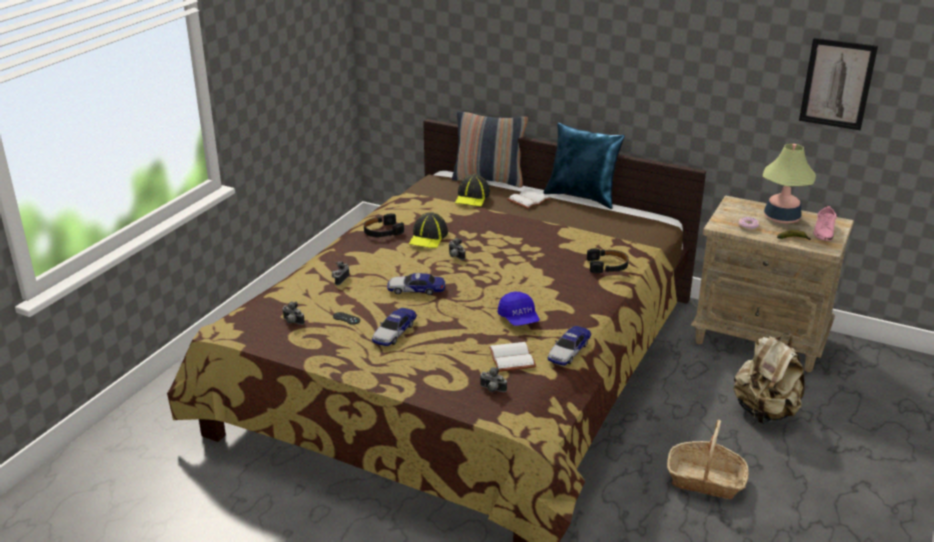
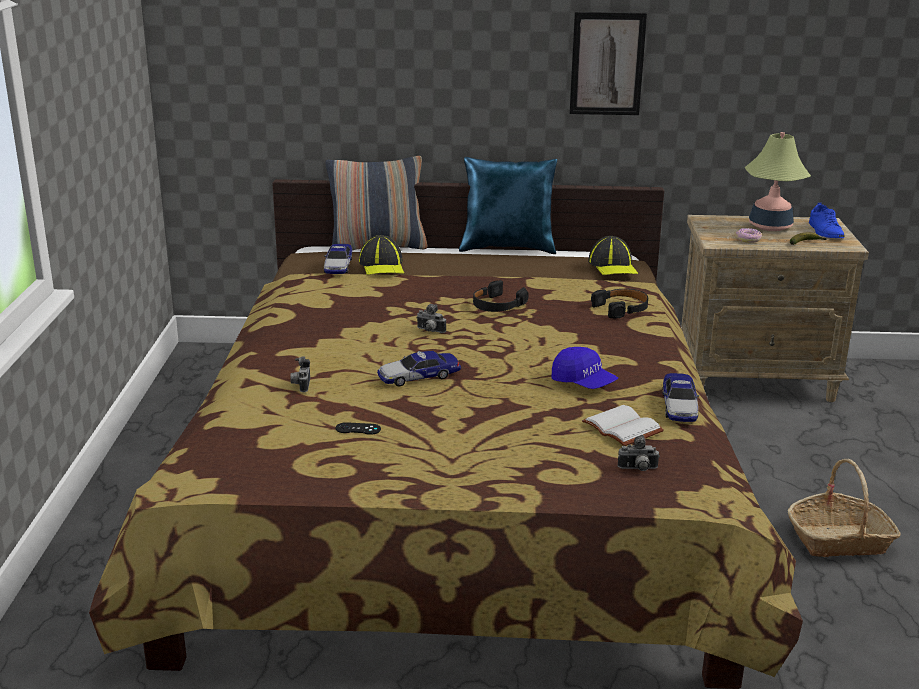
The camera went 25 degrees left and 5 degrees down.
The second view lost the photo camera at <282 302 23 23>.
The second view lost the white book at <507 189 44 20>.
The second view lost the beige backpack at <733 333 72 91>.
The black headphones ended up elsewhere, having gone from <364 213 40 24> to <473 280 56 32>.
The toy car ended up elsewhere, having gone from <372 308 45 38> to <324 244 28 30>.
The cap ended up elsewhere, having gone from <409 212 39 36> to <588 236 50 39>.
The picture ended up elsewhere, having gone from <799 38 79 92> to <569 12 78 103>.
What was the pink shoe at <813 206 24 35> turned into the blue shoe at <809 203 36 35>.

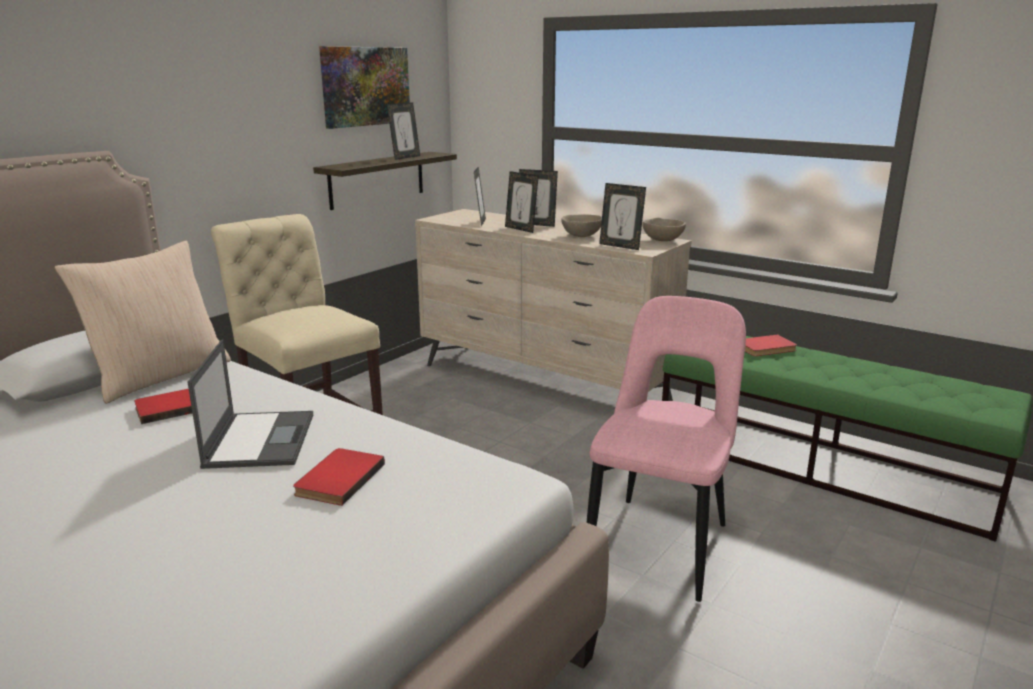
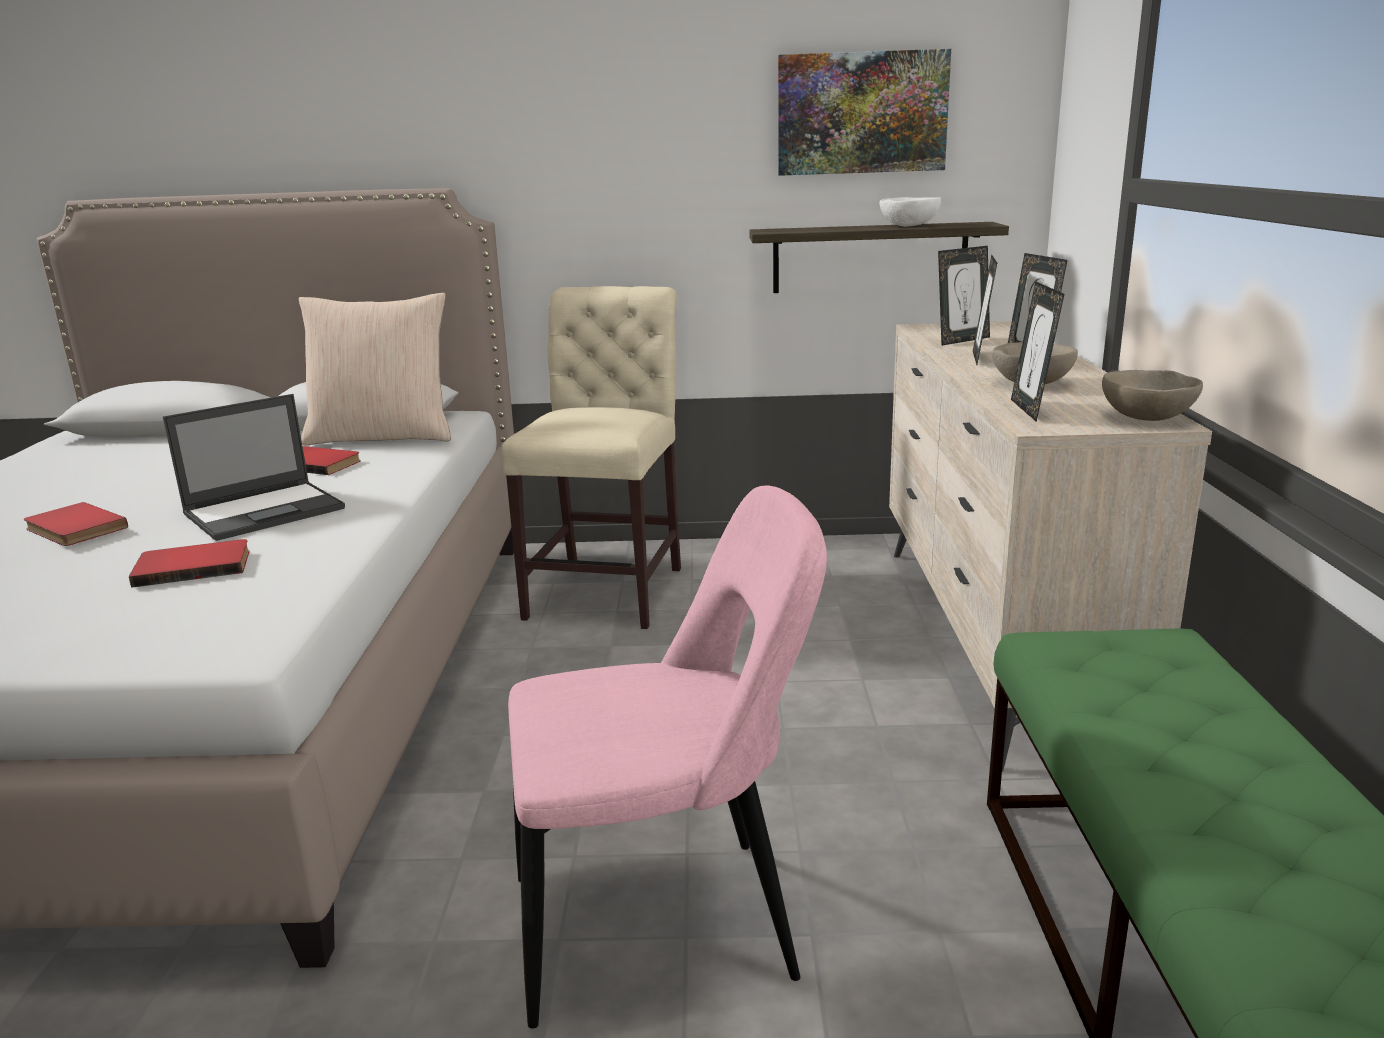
The camera went 55 degrees right and 0 degrees up.
The red book ended up elsewhere, having gone from <745 335 52 21> to <24 502 104 44>.
Where the picture frame stood at <387 102 33 58>, the white bowl came to stand at <880 197 61 30>.

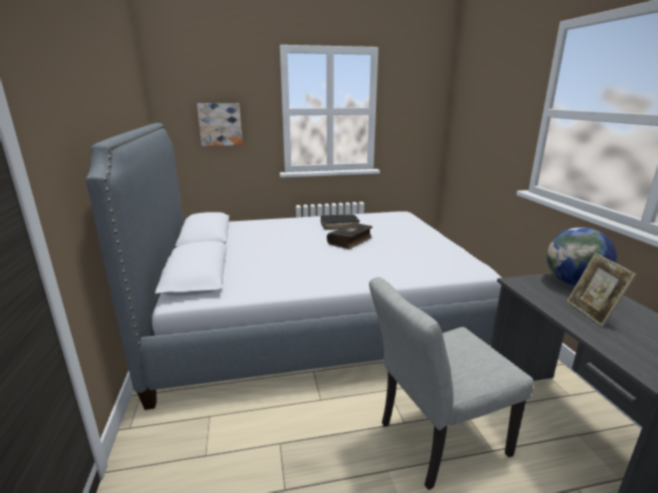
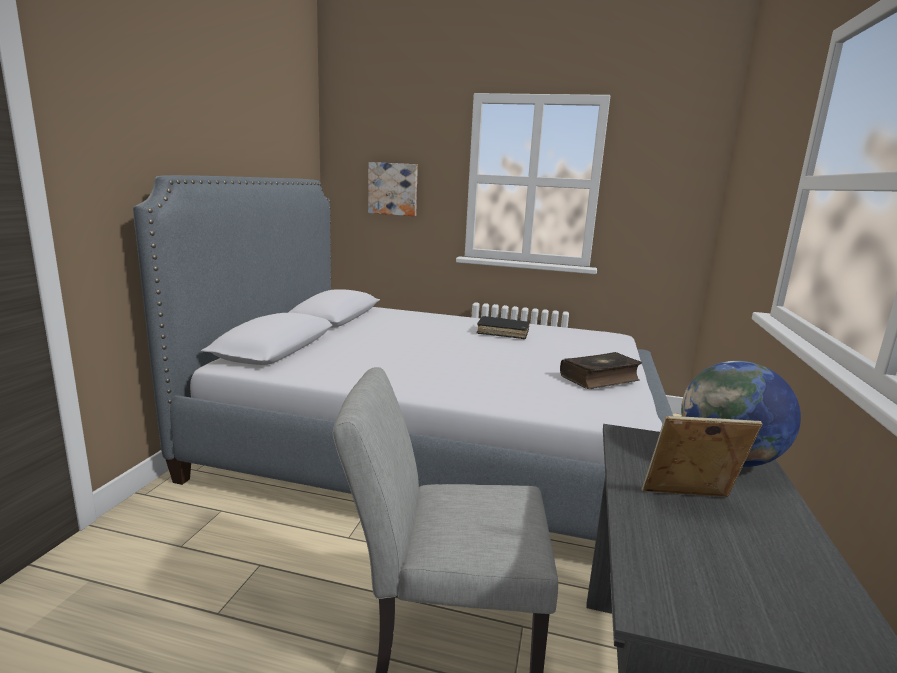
The camera went 25 degrees right and 5 degrees down.
The book ended up elsewhere, having gone from <327 223 46 26> to <560 352 82 37>.
The picture frame at <567 253 70 74> ended up facing another way, 75 degrees clockwise from before.

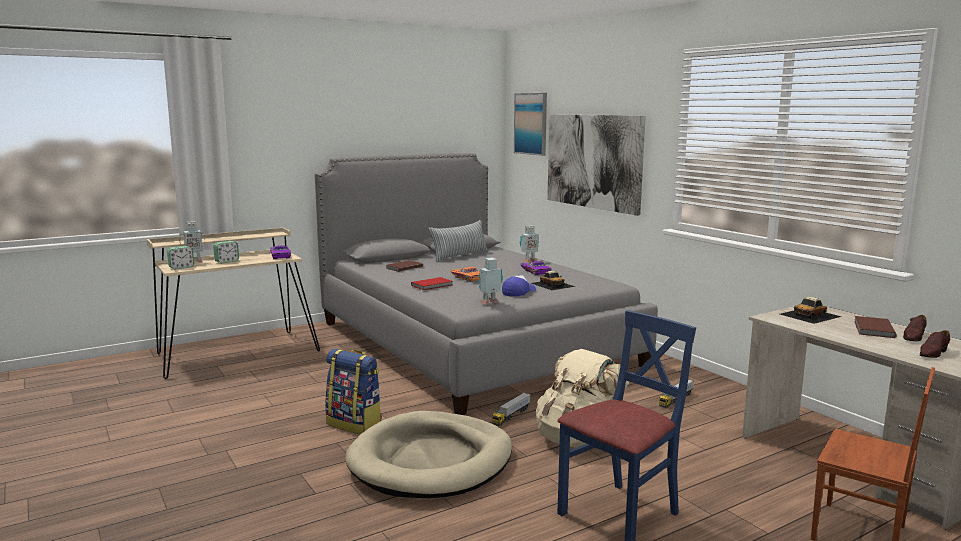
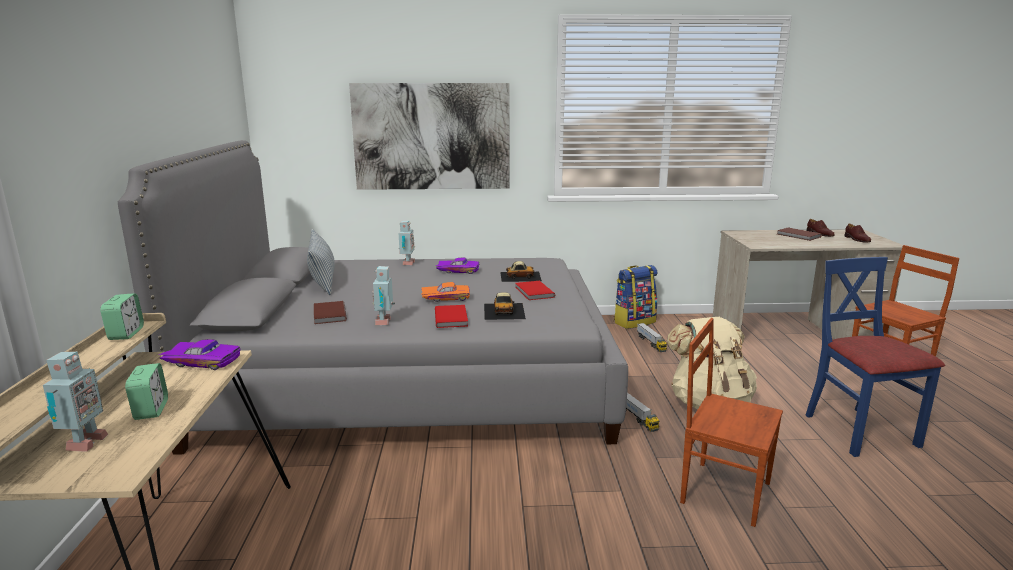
The camera went 60 degrees left and 5 degrees up.
The second view lost the picture at <514 93 33 63>.
The alarm clock ended up elsewhere, having gone from <167 246 27 23> to <100 293 44 47>.
The backpack ended up elsewhere, having gone from <325 349 57 85> to <614 265 43 64>.
The toy robot ended up elsewhere, having gone from <479 257 24 48> to <372 266 23 59>.
The toy car ended up elsewhere, having gone from <780 297 62 27> to <484 292 42 28>.
Where the beige dog bed stood at <345 411 167 87>, the brown chair came to stand at <680 318 103 209>.
Where the cap stood at <502 275 34 22>, the red book came to stand at <515 281 40 19>.

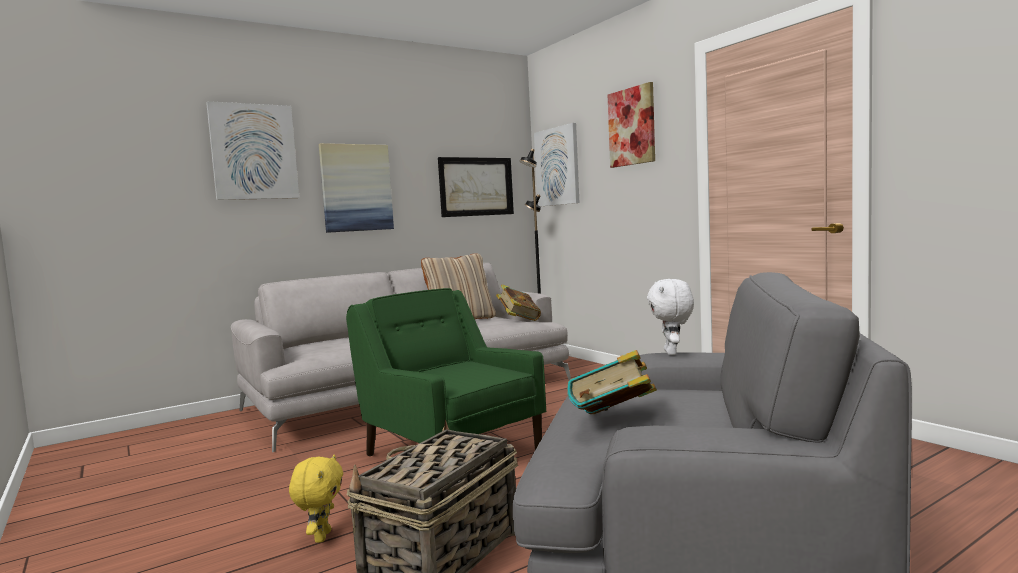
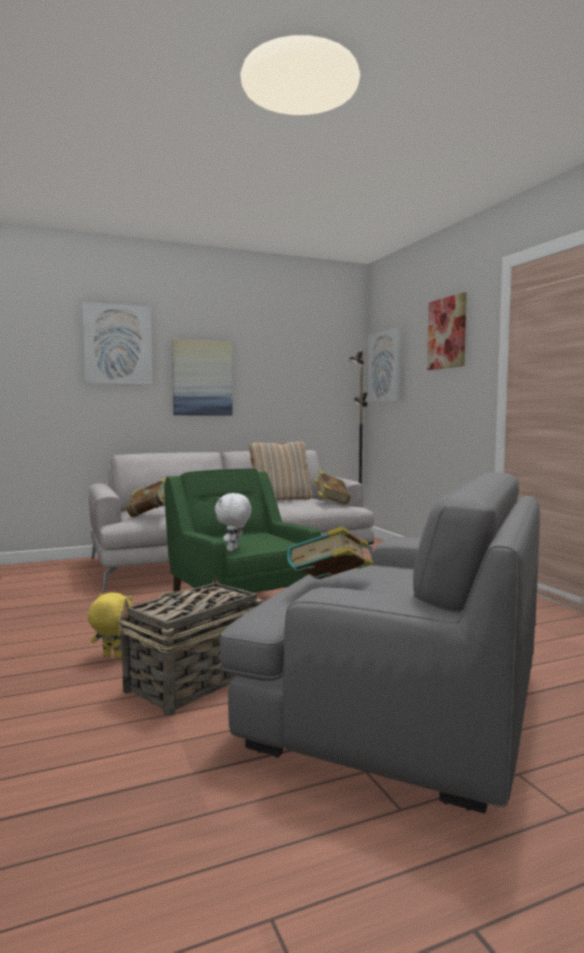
The camera went 10 degrees right and 0 degrees up.
The second view lost the picture at <438 157 76 60>.
The second view gained the book at <126 478 40 39>.
The white plush toy ended up elsewhere, having gone from <647 279 47 76> to <215 493 36 58>.
The yellow plush toy at <289 454 54 89> ended up facing another way, 90 degrees counterclockwise from before.

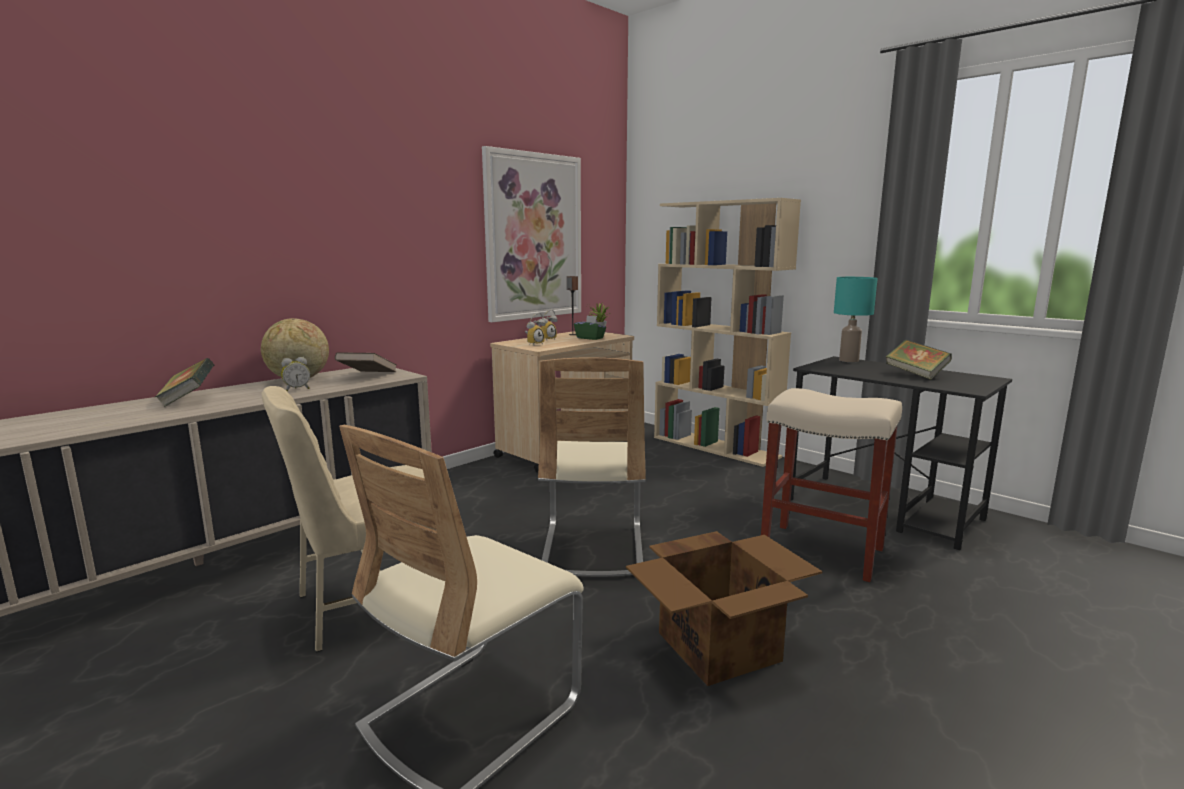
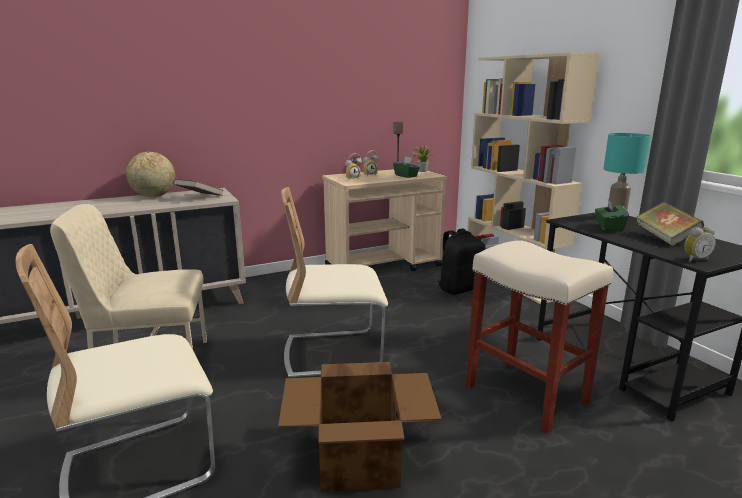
The camera went 20 degrees right and 5 degrees up.
The second view lost the book at <155 358 59 49>.
The second view lost the picture at <482 146 99 176>.
The second view gained the black backpack at <438 228 48 67>.
The second view gained the green tissue box at <595 200 34 31>.
The alarm clock ended up elsewhere, having gone from <281 357 29 34> to <684 227 32 35>.
The beige chair at <538 357 108 220> ended up facing another way, 60 degrees clockwise from before.

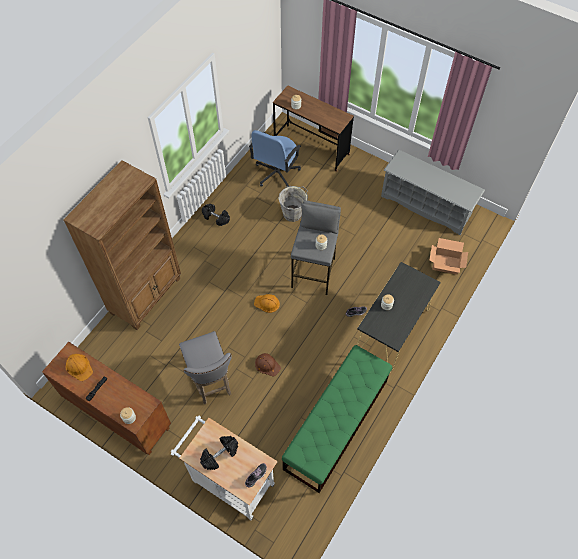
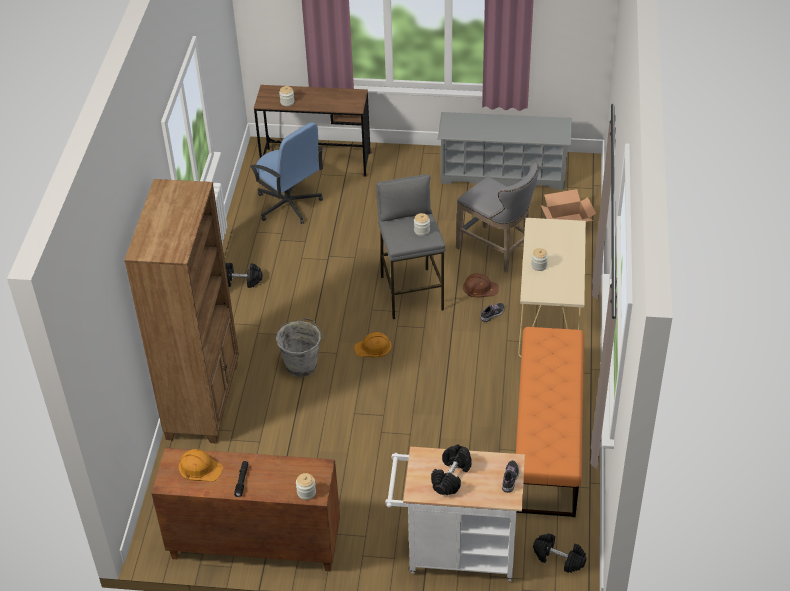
The camera went 25 degrees left and 15 degrees down.
The second view gained the black dumbbell at <533 533 54 40>.
The grey stool ended up elsewhere, having gone from <179 331 53 73> to <456 162 82 111>.
The brown hard hat ended up elsewhere, having gone from <255 353 26 24> to <463 273 36 24>.
The grey bucket ended up elsewhere, having gone from <278 186 30 36> to <276 317 48 60>.
What was the green bench at <282 345 110 148> turned into the orange bench at <516 327 68 190>.
What was the black console table at <357 262 84 111> turned into the beige console table at <518 218 68 139>.
The blue office chair at <249 130 52 57> ended up facing another way, 45 degrees counterclockwise from before.

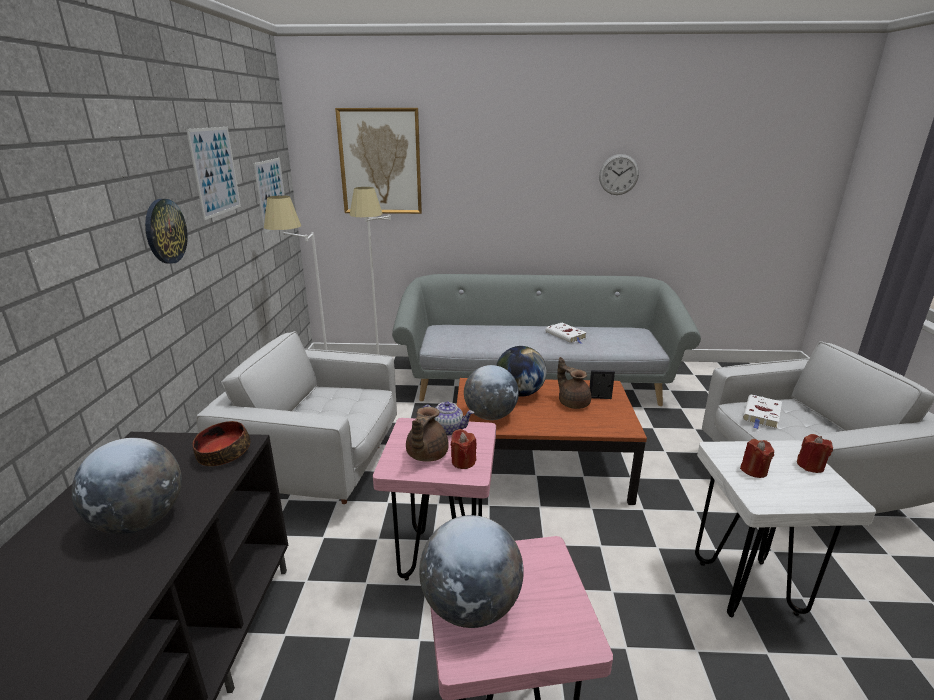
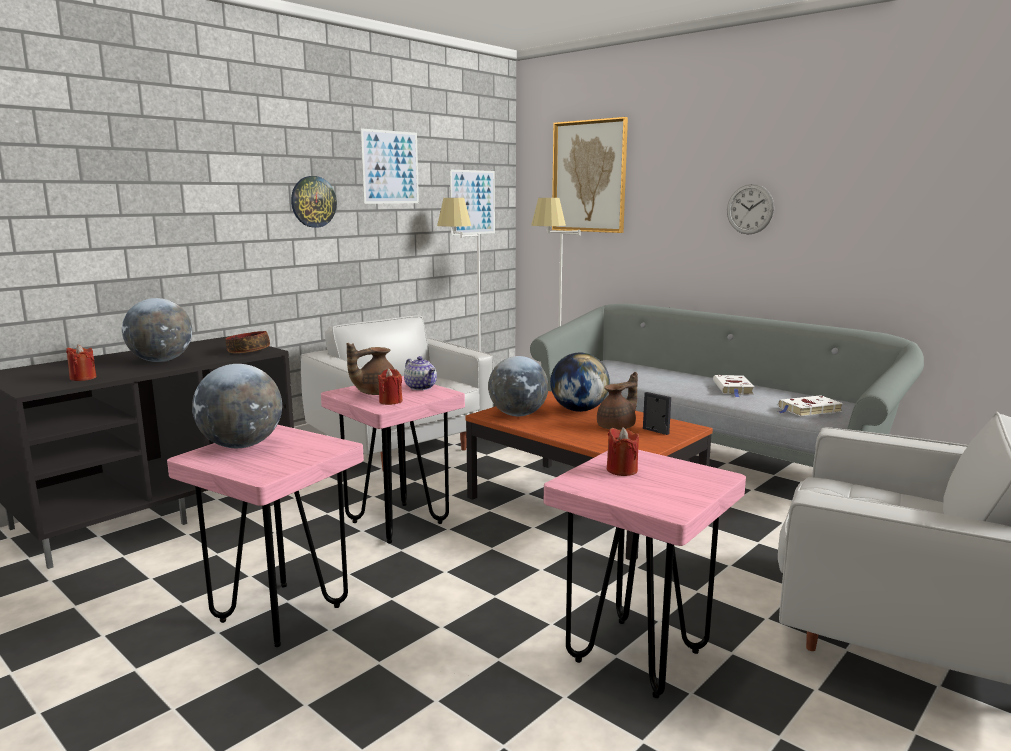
The camera went 40 degrees right and 10 degrees down.
The wall clock ended up elsewhere, having gone from <599 154 40 41> to <727 184 47 50>.
The white book ended up elsewhere, having gone from <743 395 39 34> to <778 395 66 21>.
The red candle ended up elsewhere, having gone from <797 434 36 39> to <66 345 30 36>.
What was the white stool at <695 440 181 177> turned into the pink stool at <544 450 202 248>.
The brown teapot at <557 357 34 52> ended up facing another way, 45 degrees clockwise from before.

